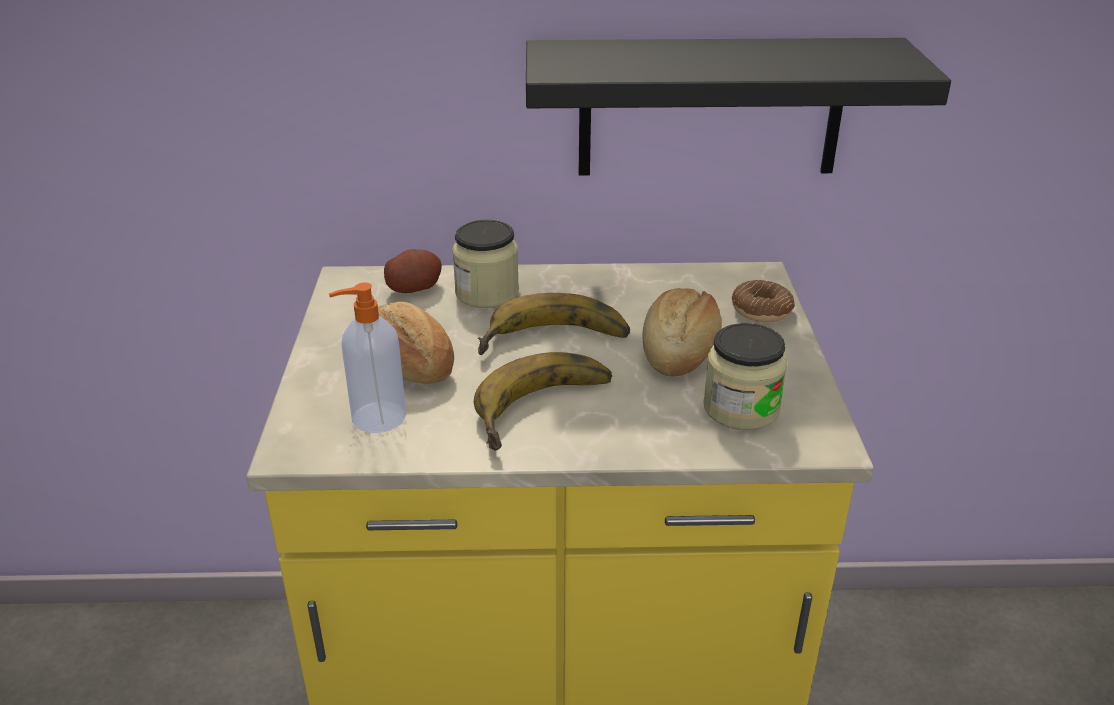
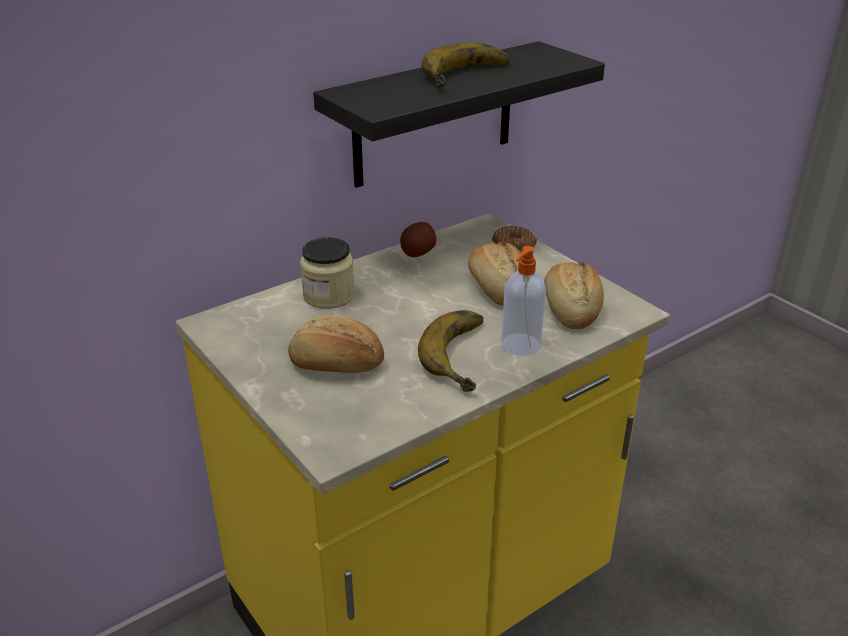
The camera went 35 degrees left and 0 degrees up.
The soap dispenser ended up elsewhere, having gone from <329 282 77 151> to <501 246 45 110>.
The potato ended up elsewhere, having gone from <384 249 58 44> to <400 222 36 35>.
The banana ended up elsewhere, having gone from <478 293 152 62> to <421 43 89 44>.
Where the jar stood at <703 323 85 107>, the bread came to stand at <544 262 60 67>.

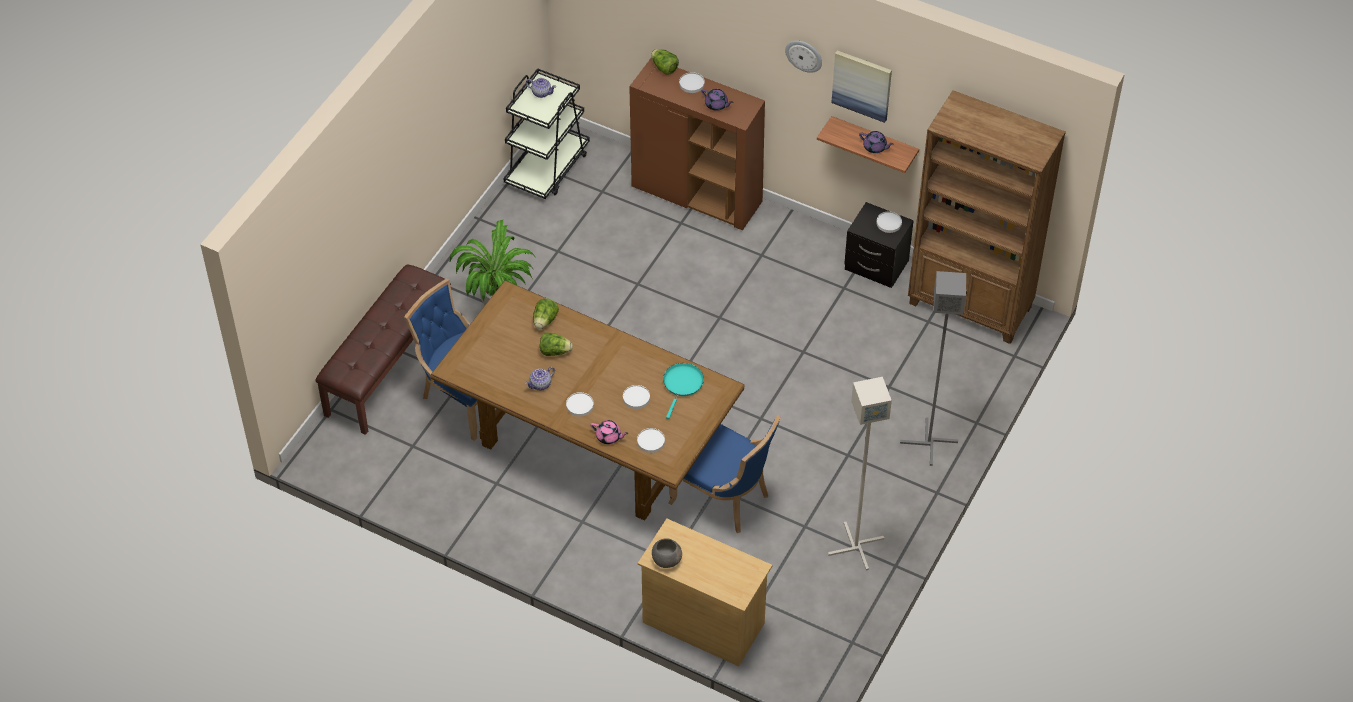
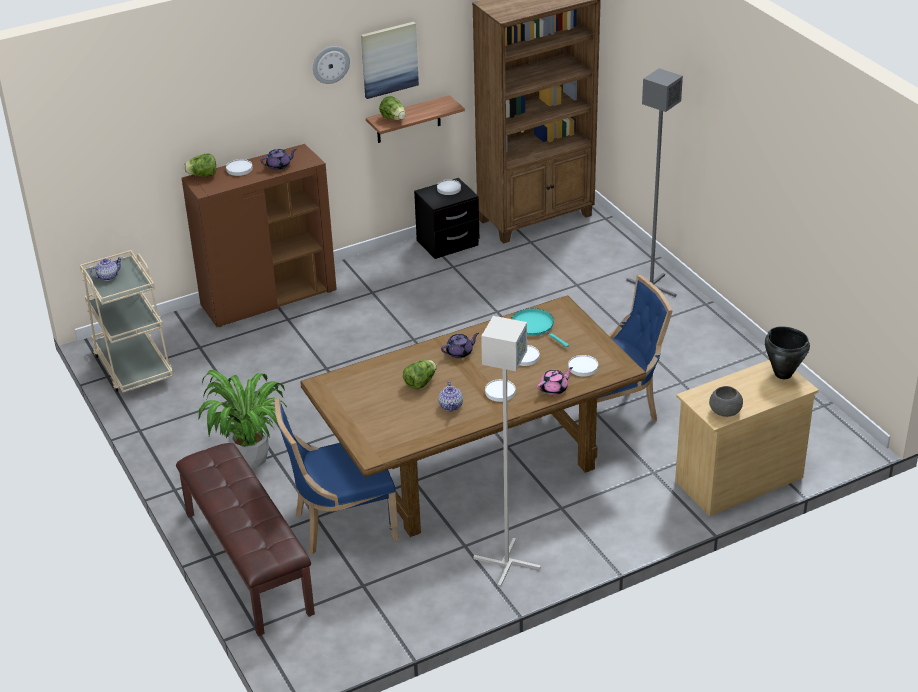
The camera went 55 degrees left and 15 degrees down.
The second view gained the black cooking pot at <765 326 45 53>.
The lettuce ended up elsewhere, having gone from <533 298 26 31> to <379 96 27 24>.
The grey floor lamp ended up elsewhere, having gone from <828 377 64 193> to <473 316 68 271>.
The purple teapot ended up elsewhere, having gone from <859 131 35 22> to <441 333 38 25>.
What was the black cart at <503 68 87 131> turned into the beige cart at <80 250 93 142>.

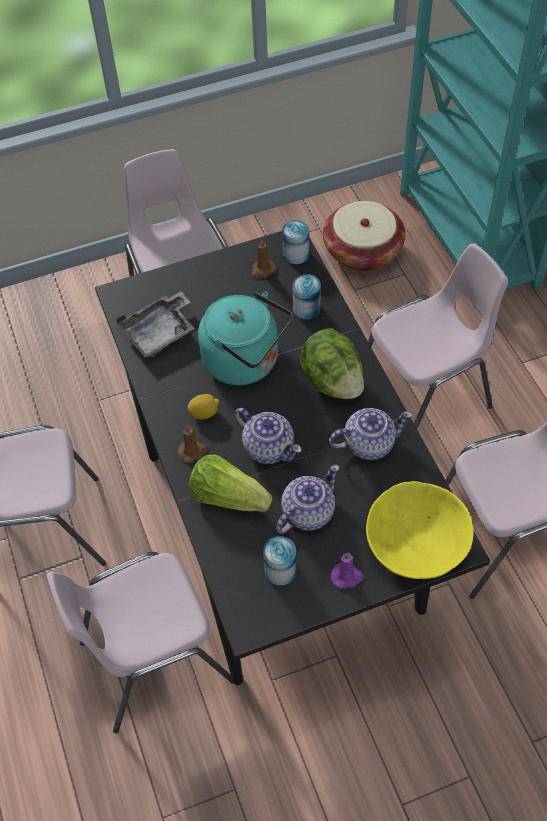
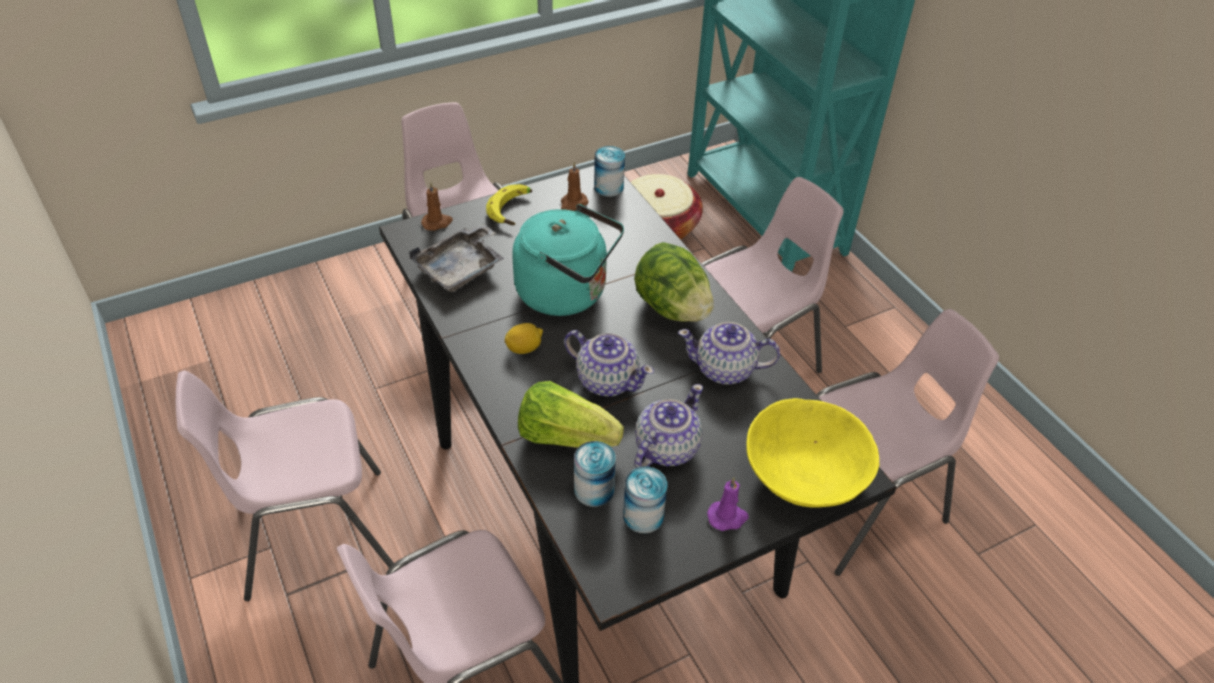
The camera went 10 degrees left and 10 degrees down.
The second view gained the banana at <486 184 46 41>.
The brown candle ended up elsewhere, having gone from <178 425 30 38> to <421 182 32 49>.
The can ended up elsewhere, having gone from <293 274 28 45> to <574 441 42 66>.
The teapot at <329 408 83 52> ended up facing another way, 150 degrees counterclockwise from before.

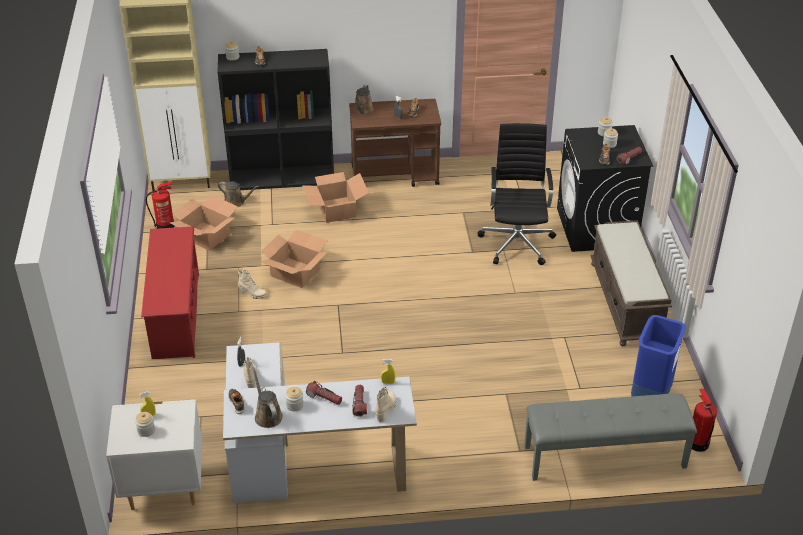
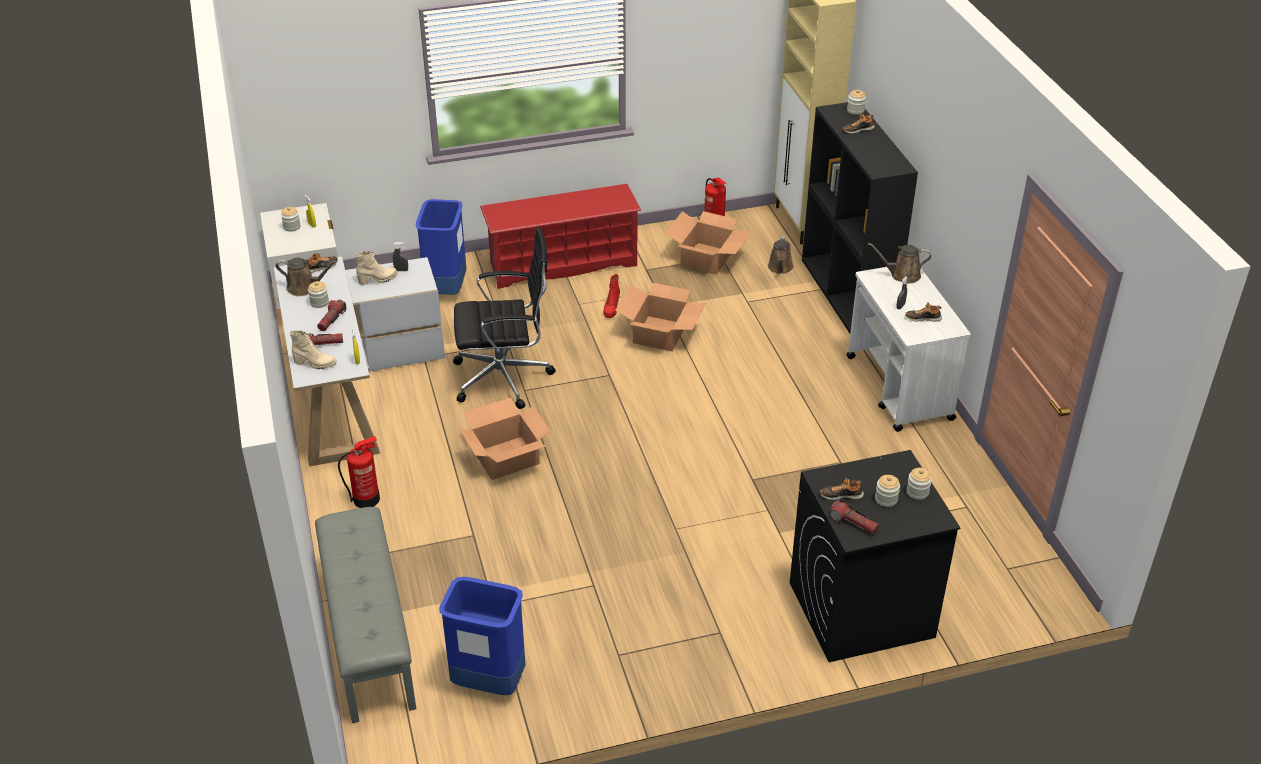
The camera went 80 degrees right and 0 degrees up.
The second view lost the brown bench at <590 220 82 126>.
The second view gained the blue trash can at <416 199 50 96>.
The cardboard box ended up elsewhere, having gone from <302 172 67 51> to <459 398 92 82>.
The black office chair ended up elsewhere, having gone from <478 123 78 142> to <453 226 103 183>.
The fire extinguisher ended up elsewhere, having gone from <692 388 25 64> to <338 436 42 72>.
What was the beige boot at <238 269 30 30> turned into the red boot at <603 274 17 44>.
What was the brown cart at <349 99 92 88> turned into the white cart at <846 267 125 165>.
The brown watering can at <252 366 31 62> ended up facing another way, 45 degrees clockwise from before.

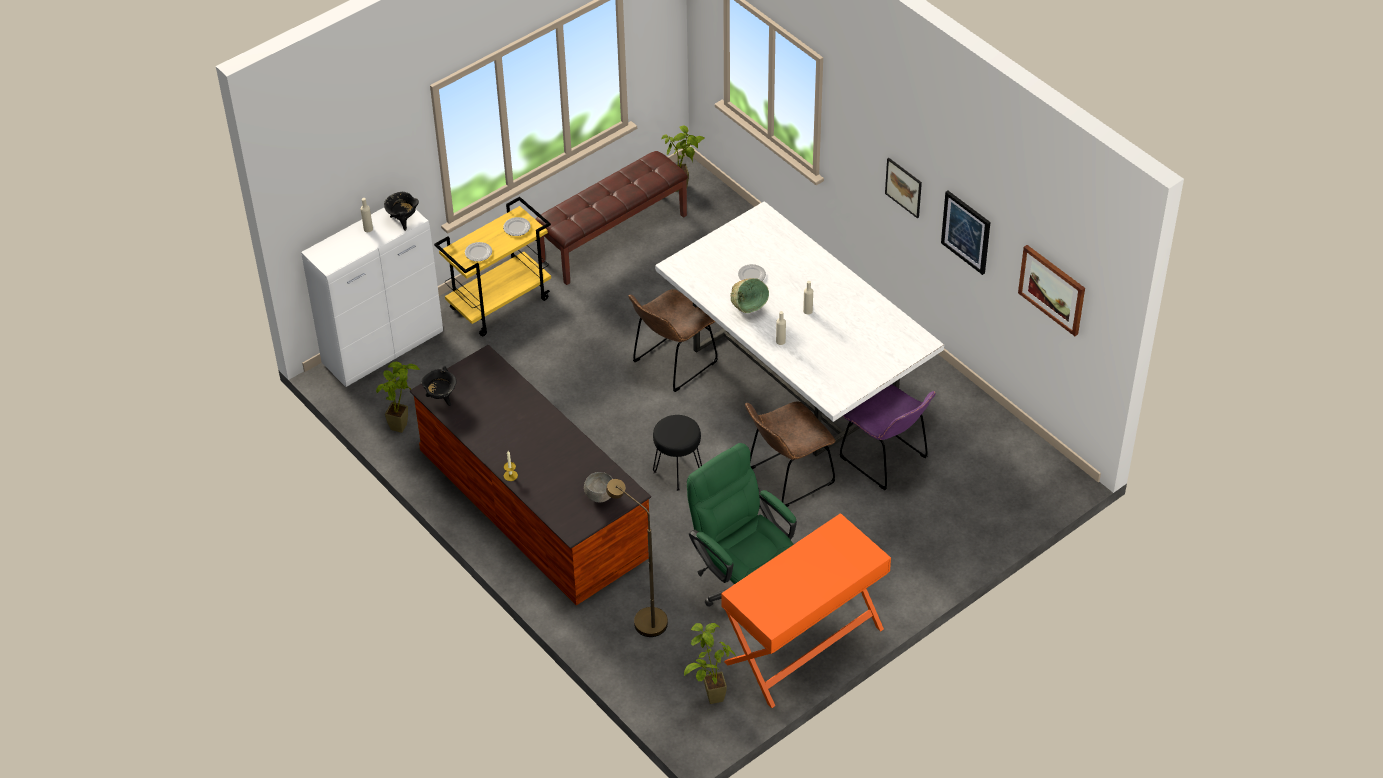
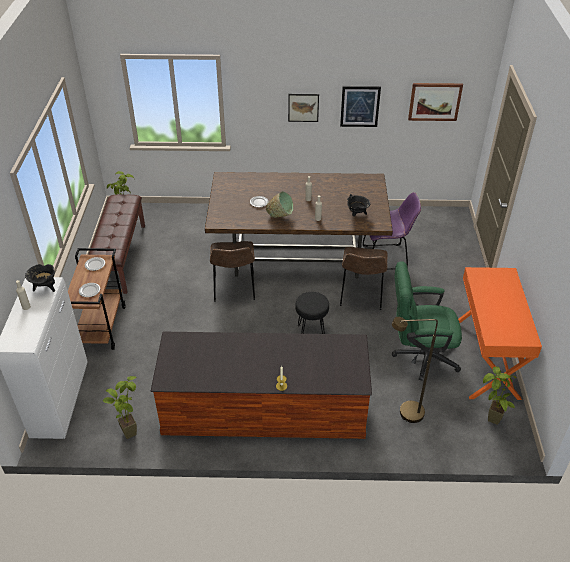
The camera went 50 degrees left and 5 degrees down.
The second view lost the grey bowl at <584 472 29 30>.
The black cooking pot ended up elsewhere, having gone from <421 366 36 40> to <347 194 23 22>.
What was the yellow cart at <434 197 117 139> turned into the brown cart at <68 248 58 102>.
What was the white dining table at <655 201 289 255> turned into the brown dining table at <205 172 188 106>.

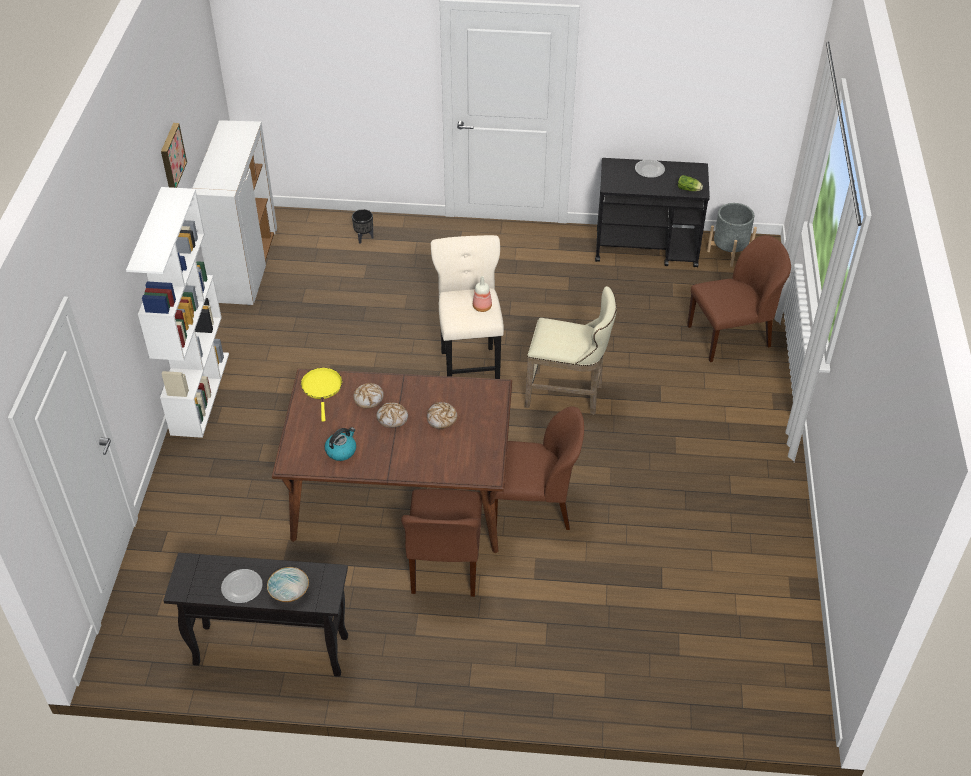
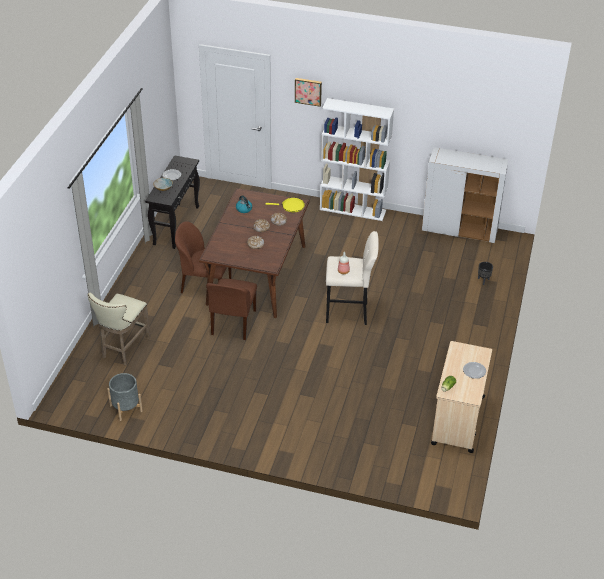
The camera went 100 degrees right and 5 degrees down.
The second view lost the brown chair at <687 235 104 127>.
The picture ended up elsewhere, having gone from <161 123 26 65> to <295 78 27 29>.
The beige stool ended up elsewhere, having gone from <525 286 92 129> to <88 293 63 72>.
The grey planter ended up elsewhere, having gone from <707 203 50 64> to <107 373 36 48>.
What was the black cart at <595 158 115 110> turned into the beige cart at <431 341 61 112>.

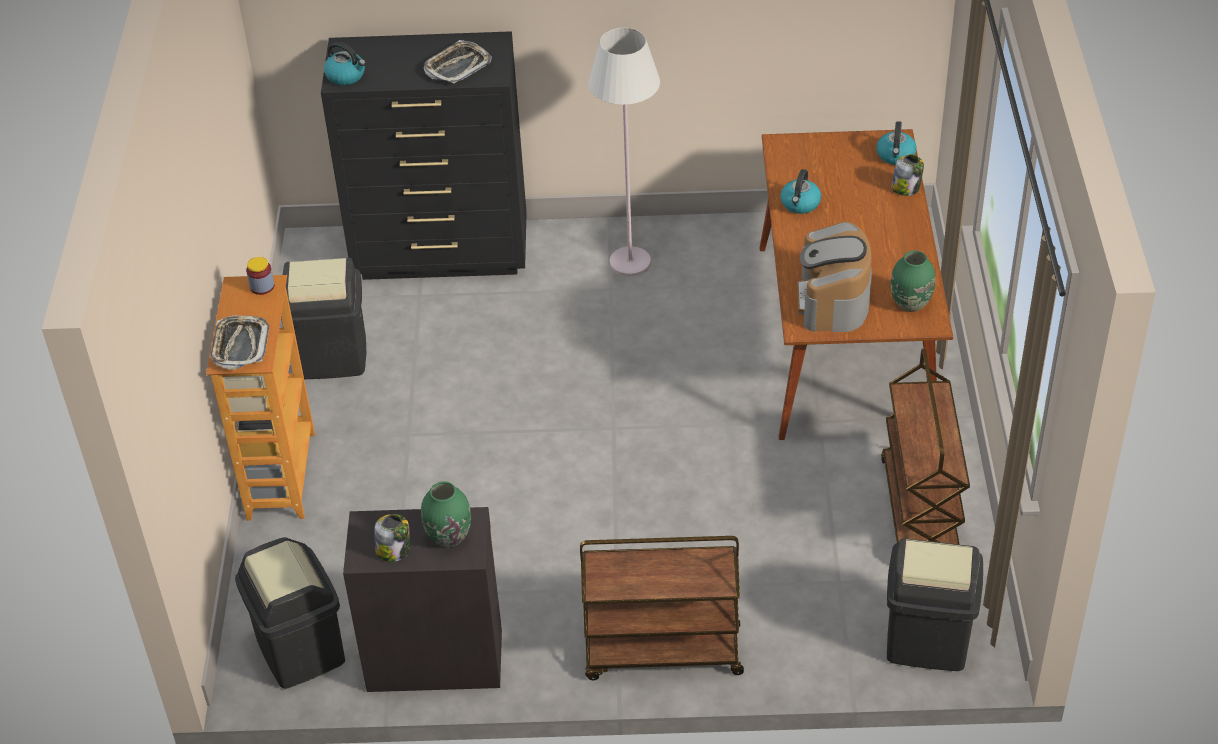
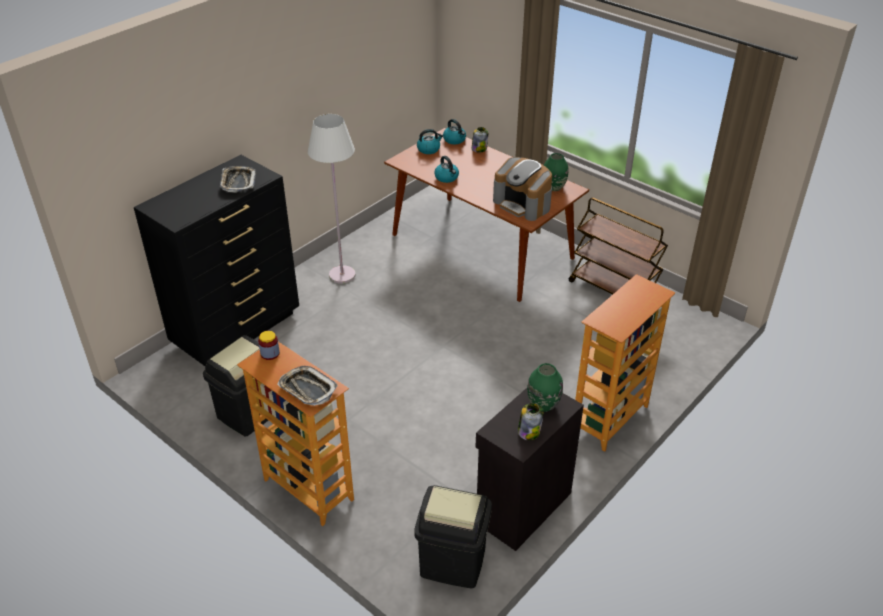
The camera went 50 degrees left and 5 degrees down.
The second view lost the black trash can at <887 538 96 133>.
The kettle ended up elsewhere, having gone from <324 42 42 43> to <417 129 26 25>.
Where the brown cart stood at <580 536 164 144>, the bookcase came to stand at <575 274 100 178>.

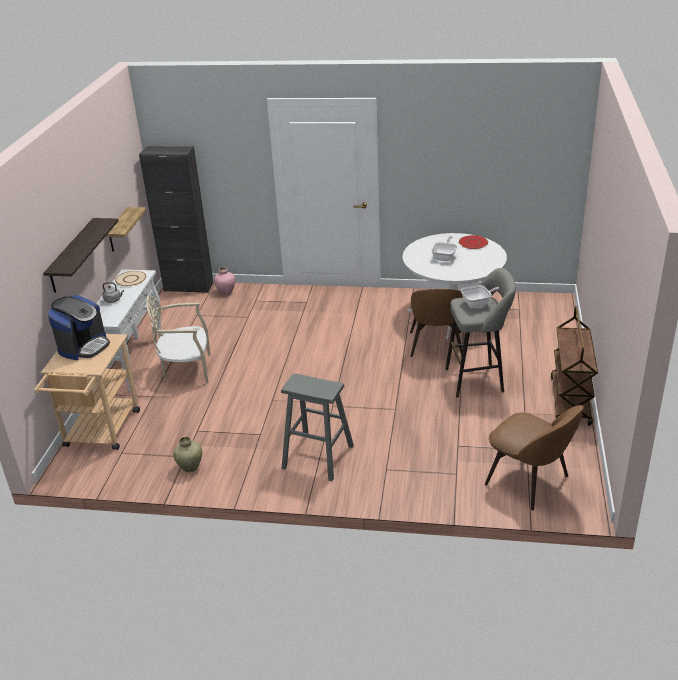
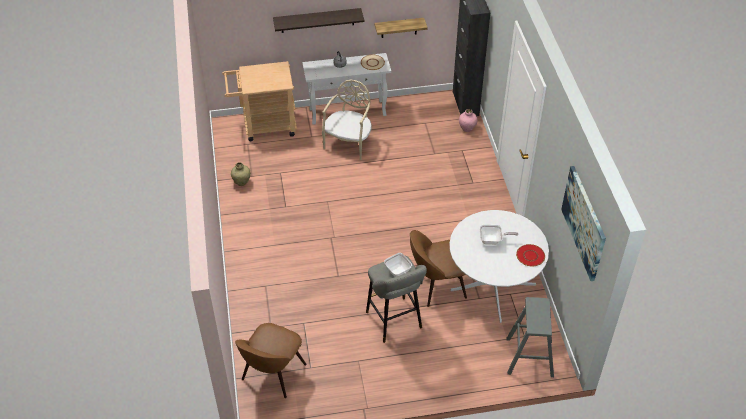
The camera went 70 degrees right and 15 degrees up.
The second view lost the coffee machine at <48 295 62 65>.
The second view lost the brown cart at <551 306 47 120>.
The second view gained the picture at <561 166 45 115>.
The grey stool ended up elsewhere, having gone from <281 374 73 107> to <507 297 47 80>.
The beige chair at <146 295 64 89> ended up facing another way, 45 degrees clockwise from before.

